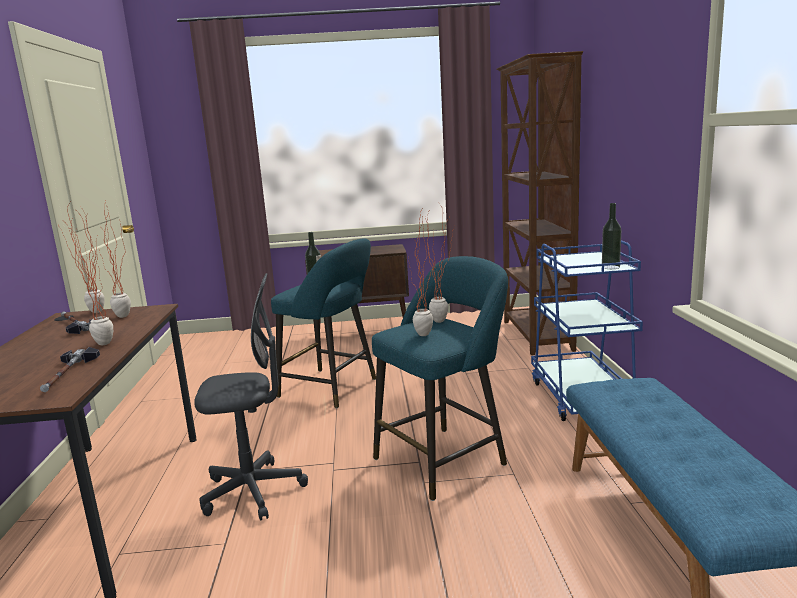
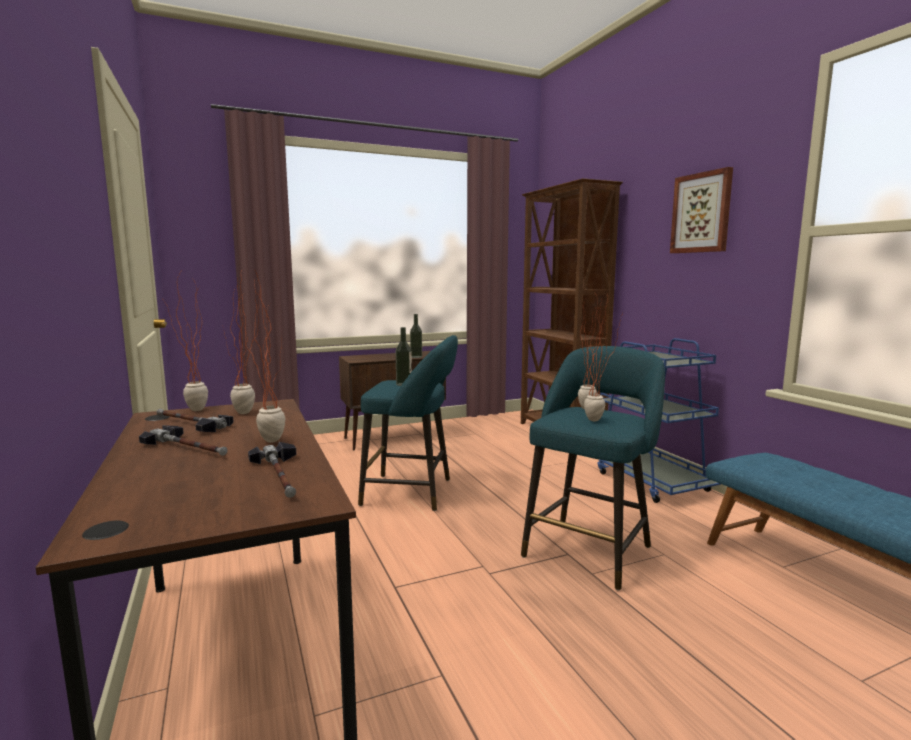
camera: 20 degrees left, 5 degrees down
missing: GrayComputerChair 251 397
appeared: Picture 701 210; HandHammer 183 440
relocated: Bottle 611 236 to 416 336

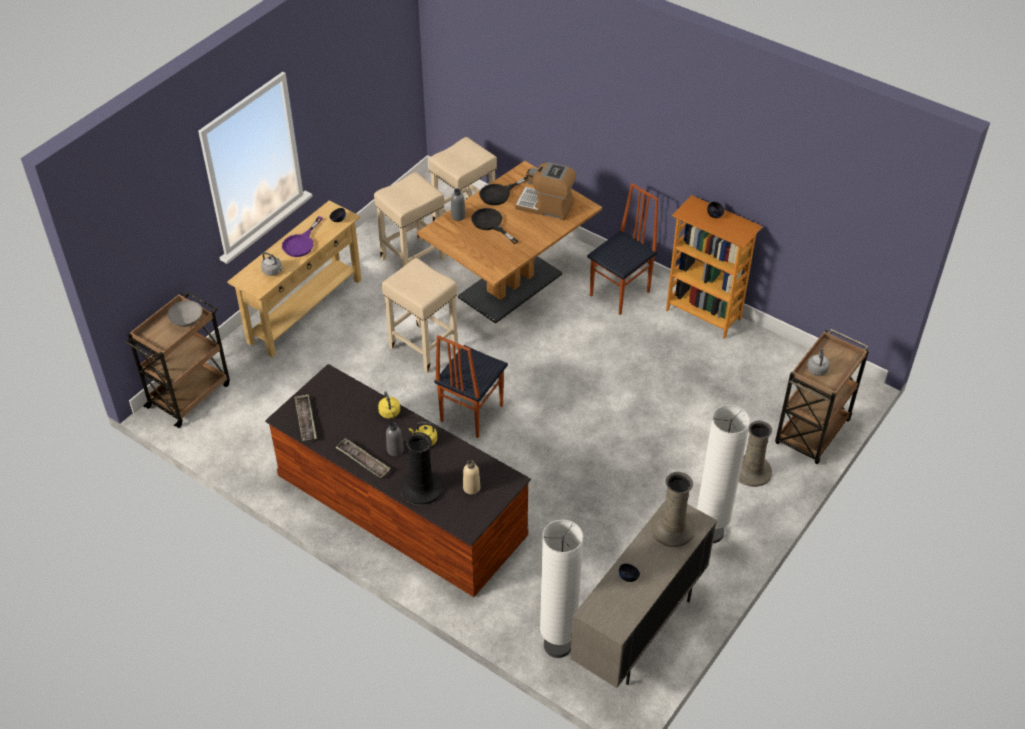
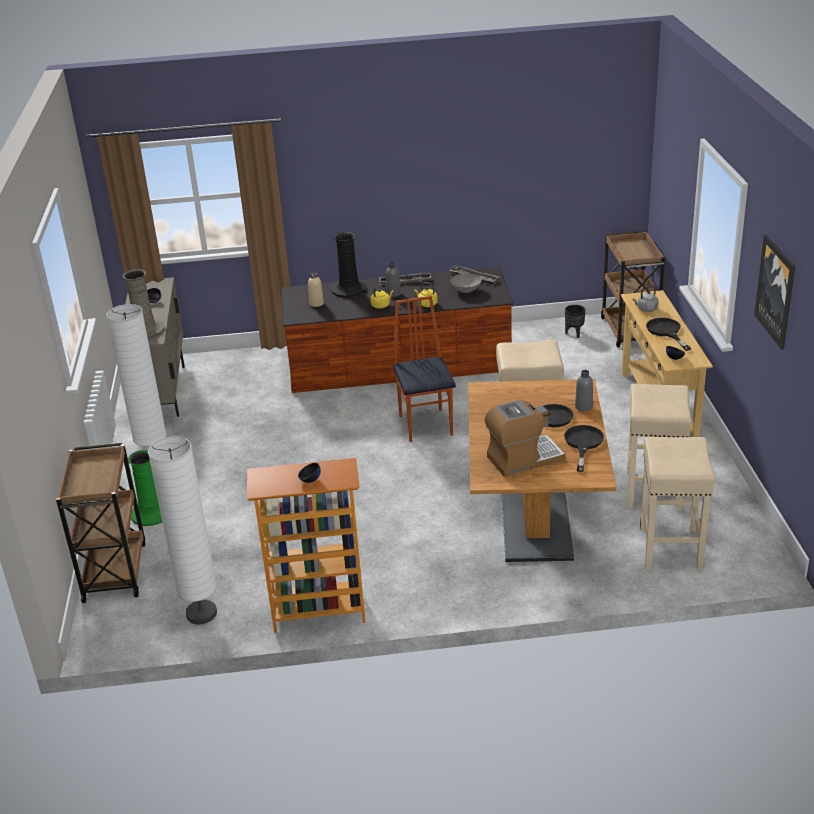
camera: 140 degrees right, 15 degrees down
missing: UprightChair 622 249; GrayWaterKettle 818 362
appeared: Picture 774 292; BlackColouredFlowerPot 575 321
relocated: GrayDeepDish 185 313 to 466 283; WhitishStandingLamp 562 589 to 182 530
colour: PurplishPan 302 236 to BlackColouredPan 668 334; BeigeVase 755 454 to GreenVase 145 488

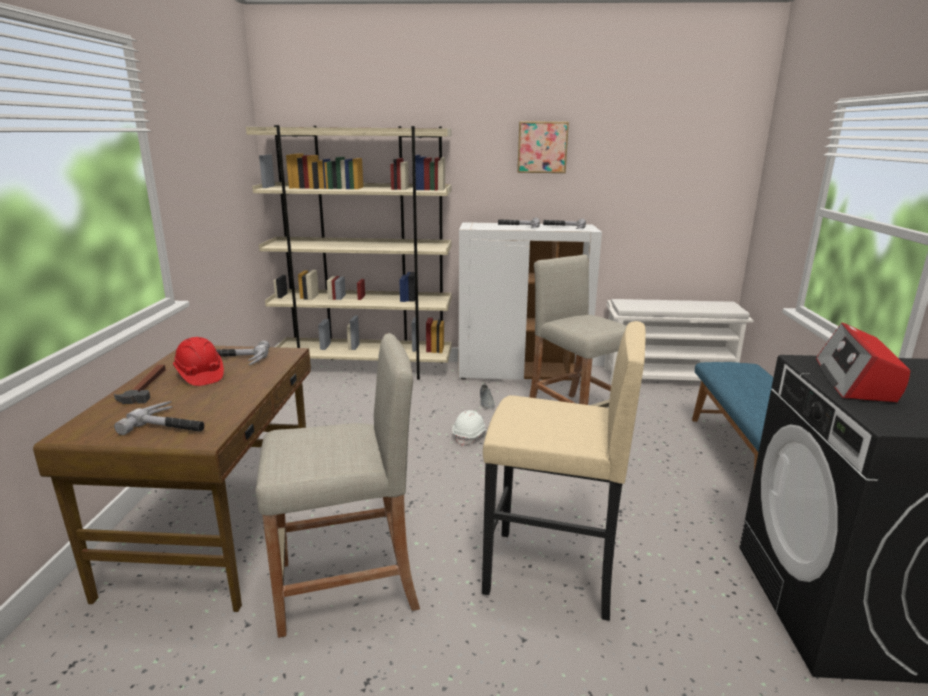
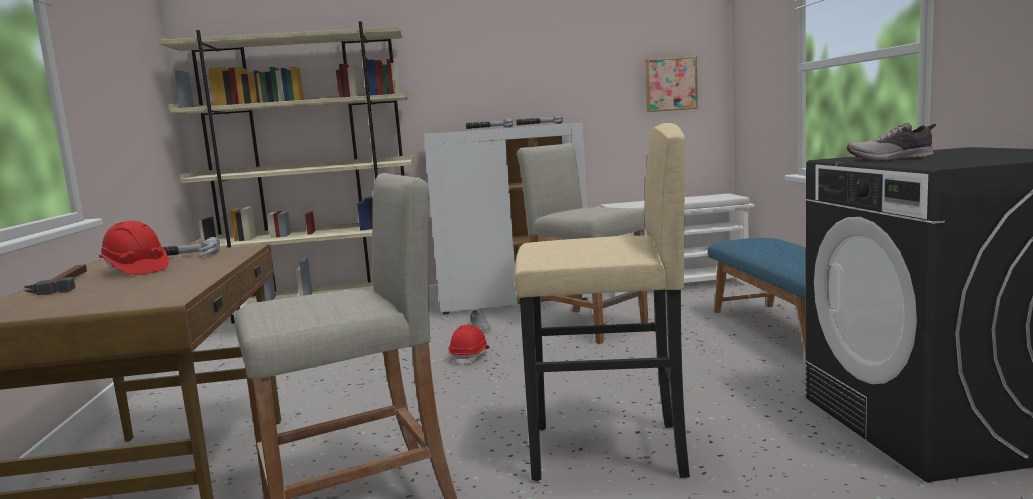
camera: 10 degrees left, 10 degrees down
missing: HandHammer 159 418
relocated: Picture 543 147 to 671 84
exchanged: RadioSet 863 362 to LowShoe 891 142
colour: WhitishSafetyHelmet 469 428 to RedSafetyHelmet 469 345

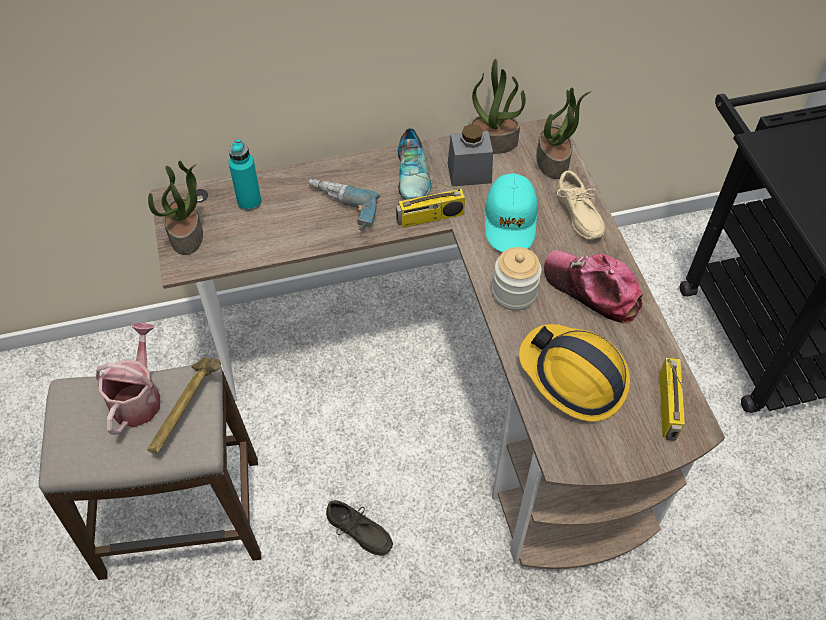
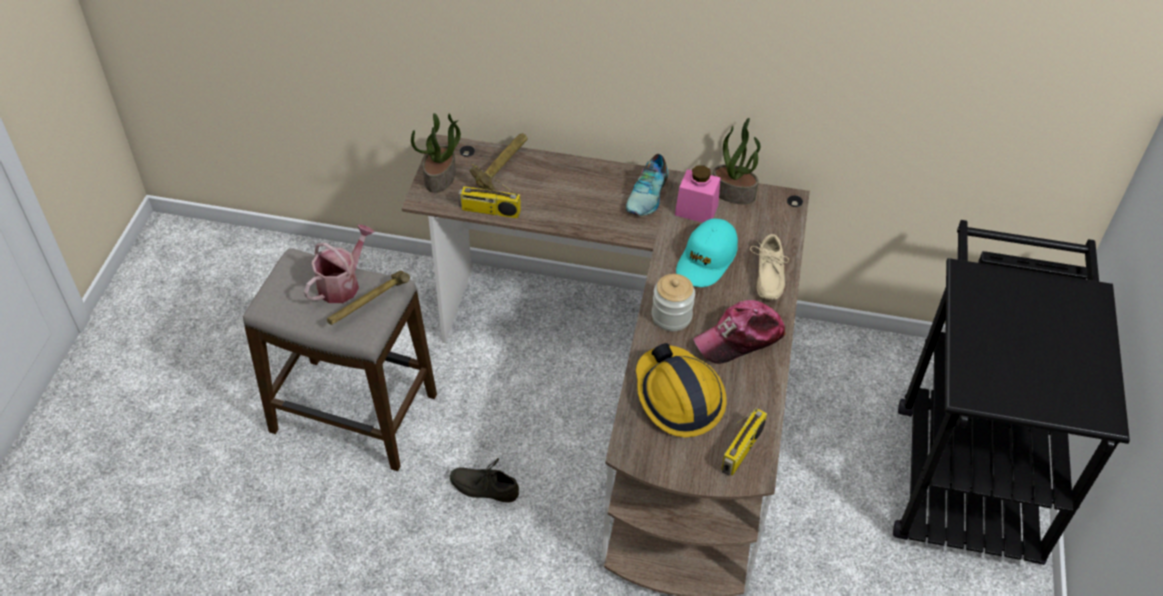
camera: 25 degrees right, 5 degrees down
missing: PlantInAPot 563 133; Drill 343 205
relocated: RadioSet 430 200 to 489 190
exchanged: TurquoiseColouredBottle 245 175 to HandHammer 499 162
colour: GrayStorageJar 470 155 to PinkishStorageJar 698 194
spun: Cap 593 287 = 739 332 90 degrees counterclockwise; GrayLowShoe 359 528 = 484 480 135 degrees clockwise

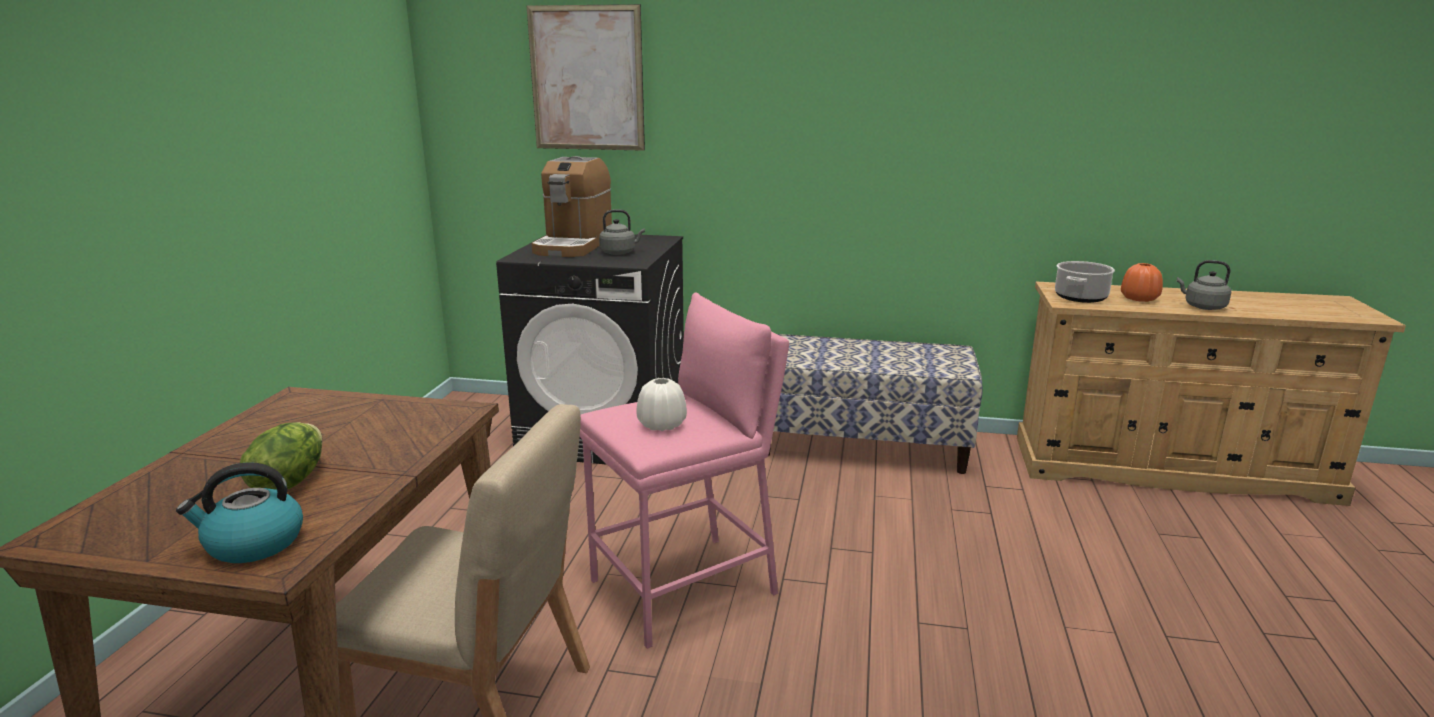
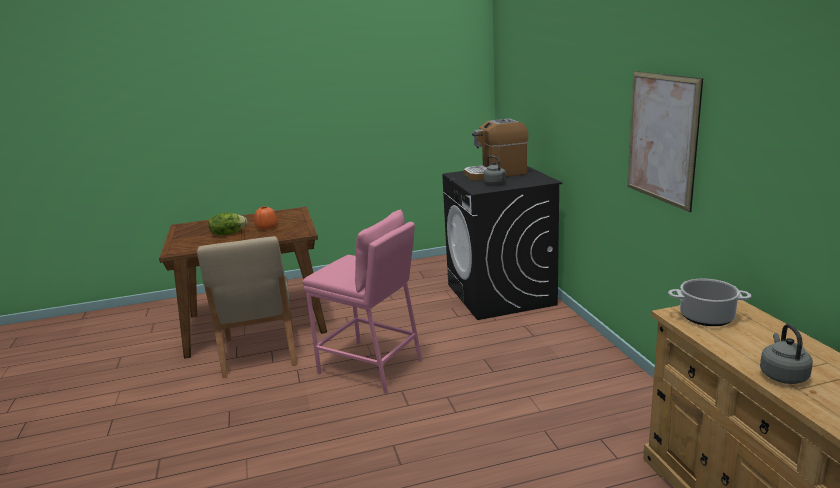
camera: 65 degrees right, 0 degrees up
missing: IndoorBench 875 404; WhitishVase 661 404; WaterKettle 239 512
relocated: Picture 586 77 to 665 141; OrangeVase 1142 282 to 265 218

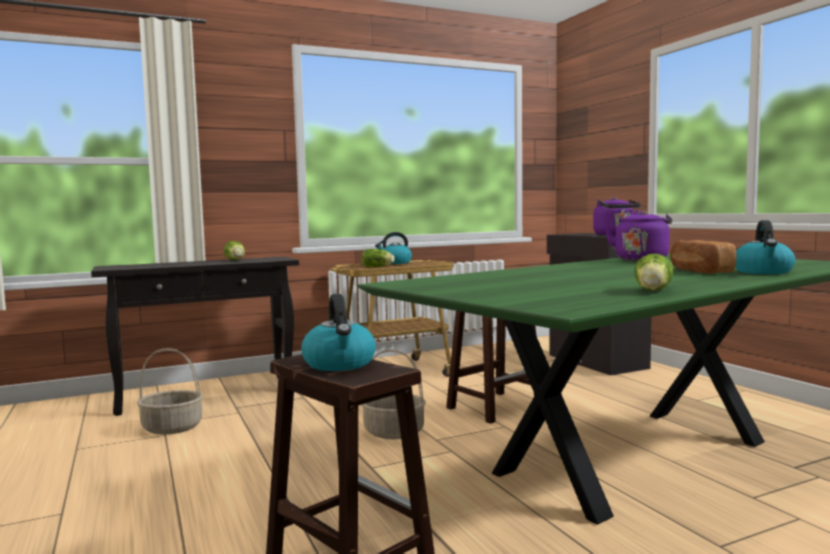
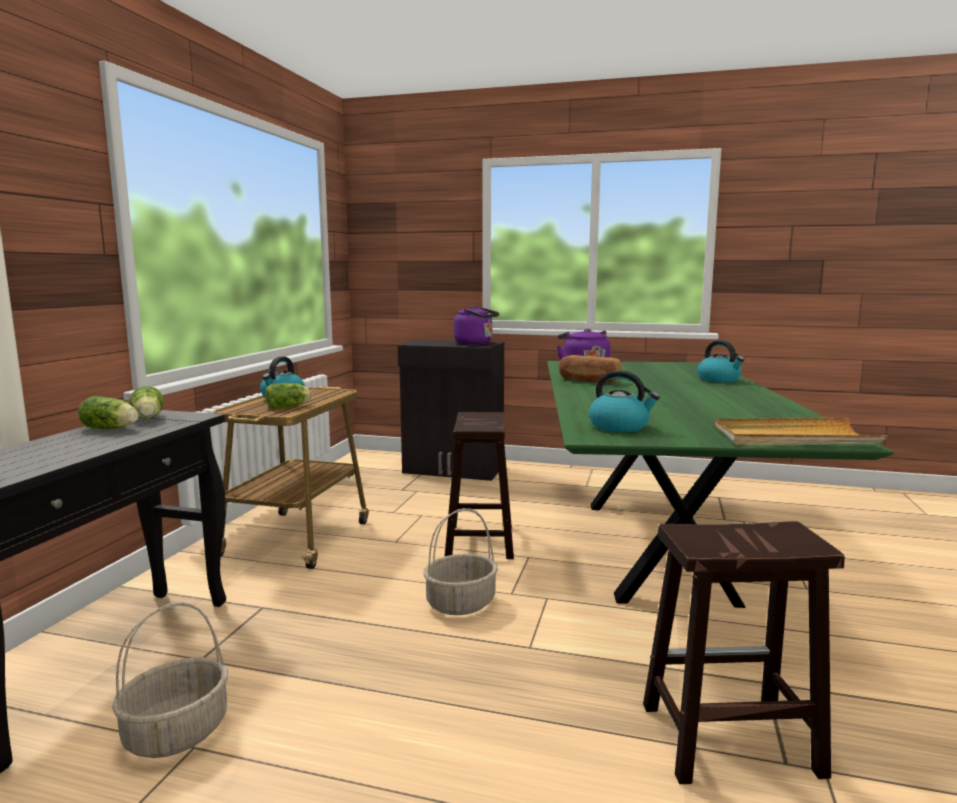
camera: 50 degrees left, 5 degrees up
appeared: BeigeCarryingTray 801 432
relocated: BakedBread 703 257 to 590 369; Lettuce 653 272 to 146 402; WaterKettle 338 332 to 624 401

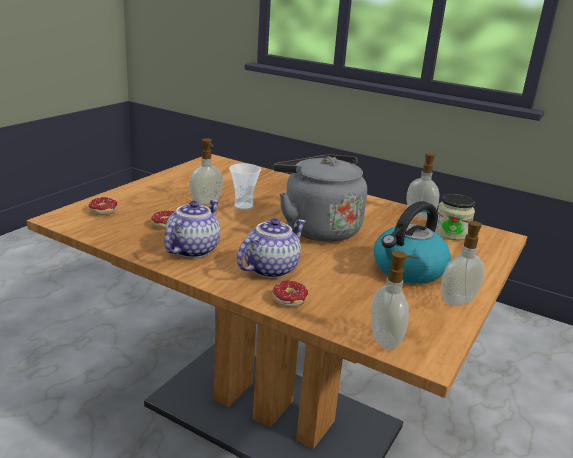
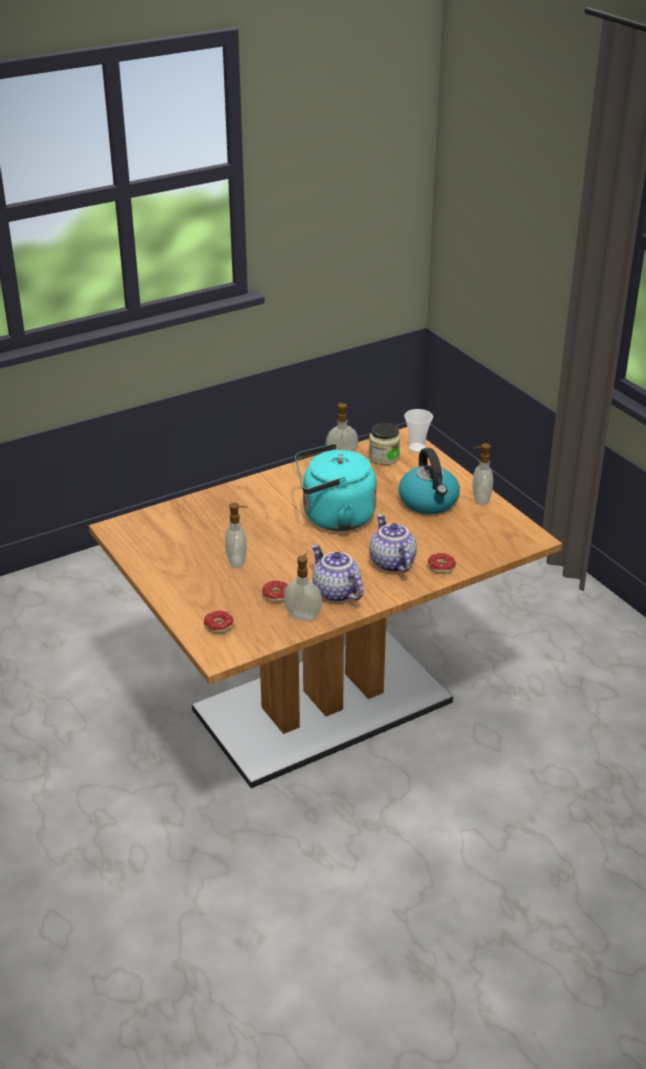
camera: 60 degrees left, 10 degrees up
relocated: DrinkingCup 245 186 to 418 430; LiquidSoapBottle 394 300 to 302 587
colour: GrayWaterKettle 320 198 to TurquoiseColouredWaterKettle 336 487

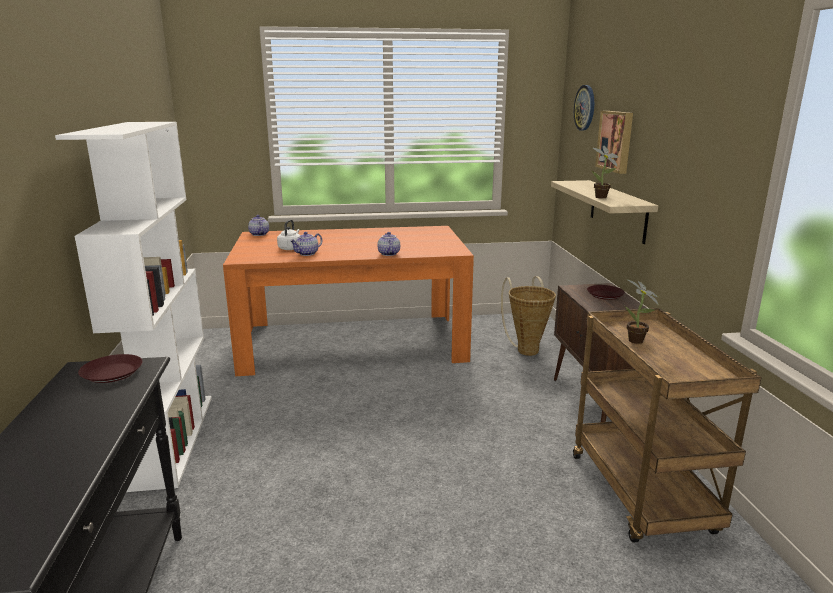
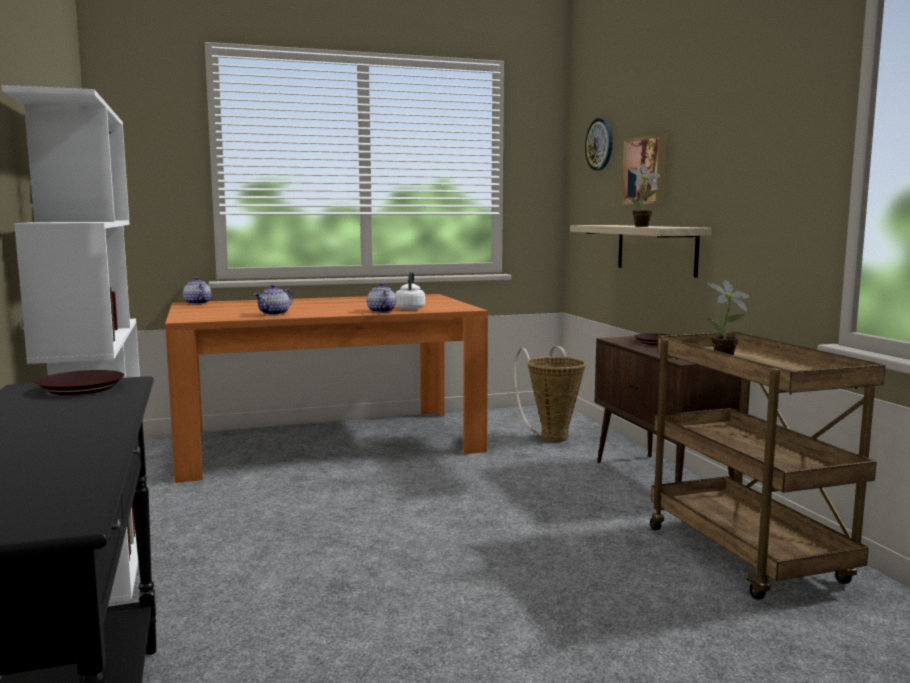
camera: 10 degrees left, 10 degrees down
relocated: WhitishWaterKettle 288 235 to 410 290

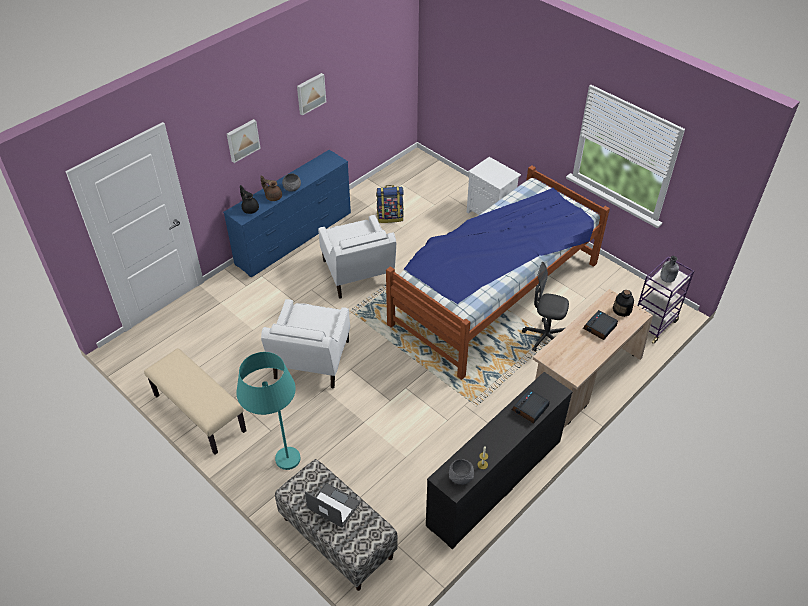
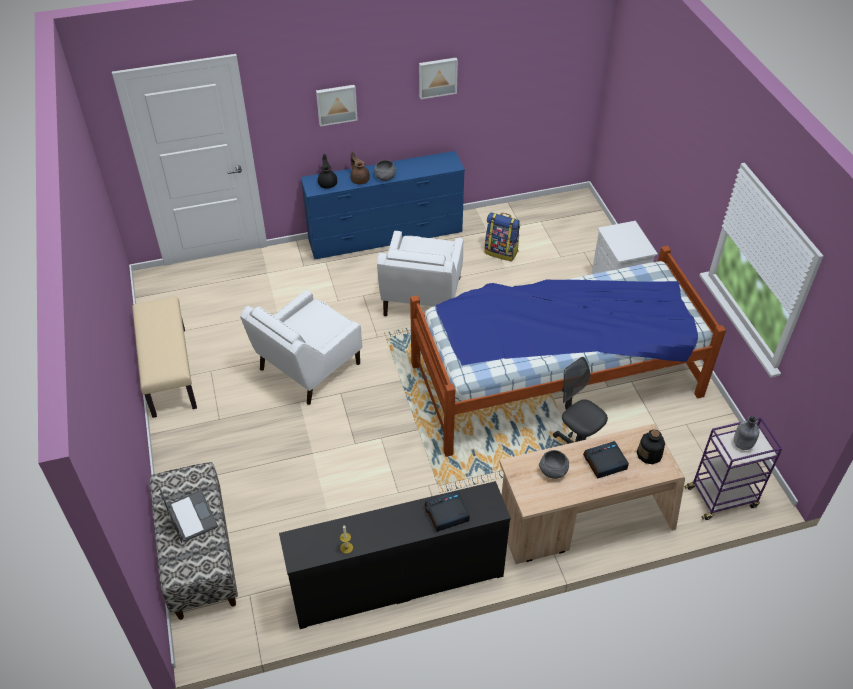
camera: 30 degrees right, 0 degrees up
missing: TurquoiseColouredStandingLamp 268 411
relocated: GrayDeepDish 461 472 to 554 464

